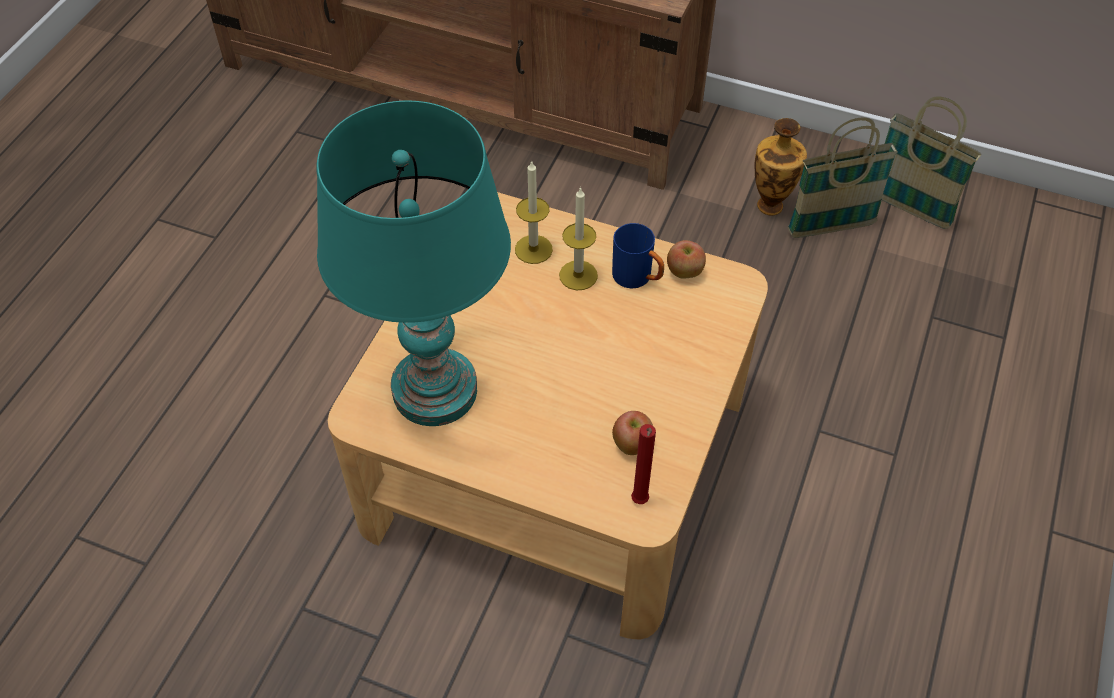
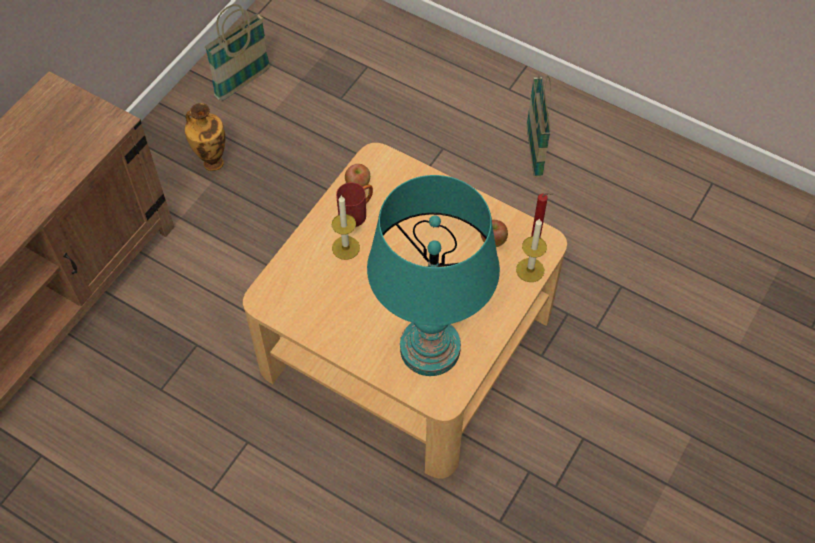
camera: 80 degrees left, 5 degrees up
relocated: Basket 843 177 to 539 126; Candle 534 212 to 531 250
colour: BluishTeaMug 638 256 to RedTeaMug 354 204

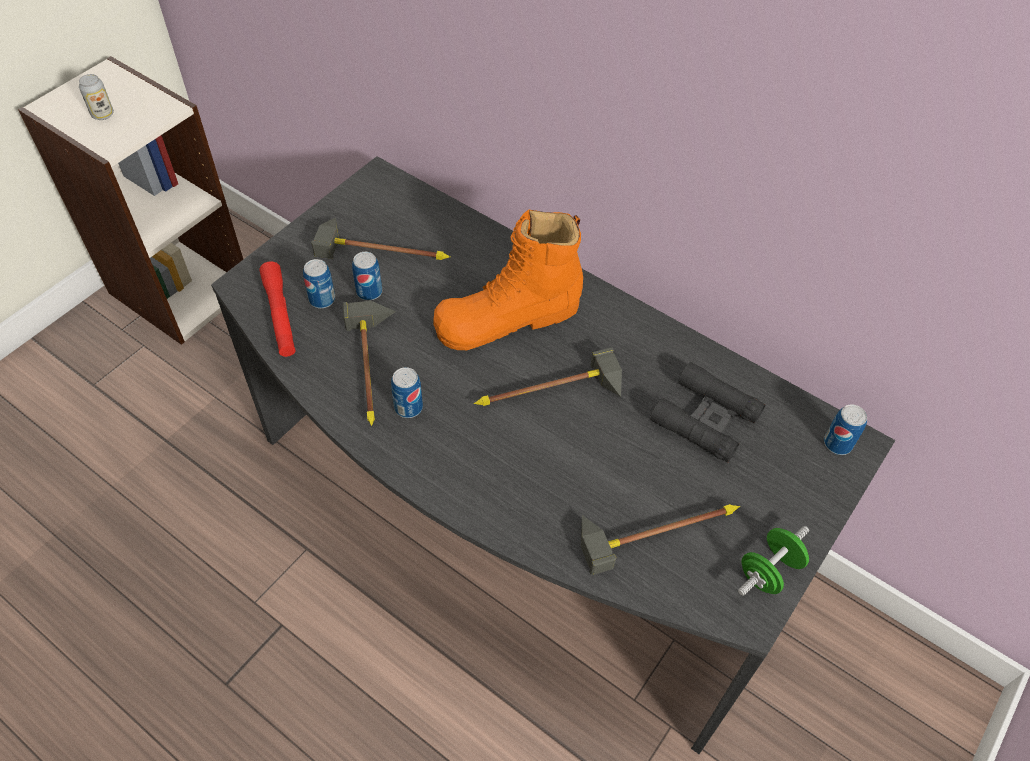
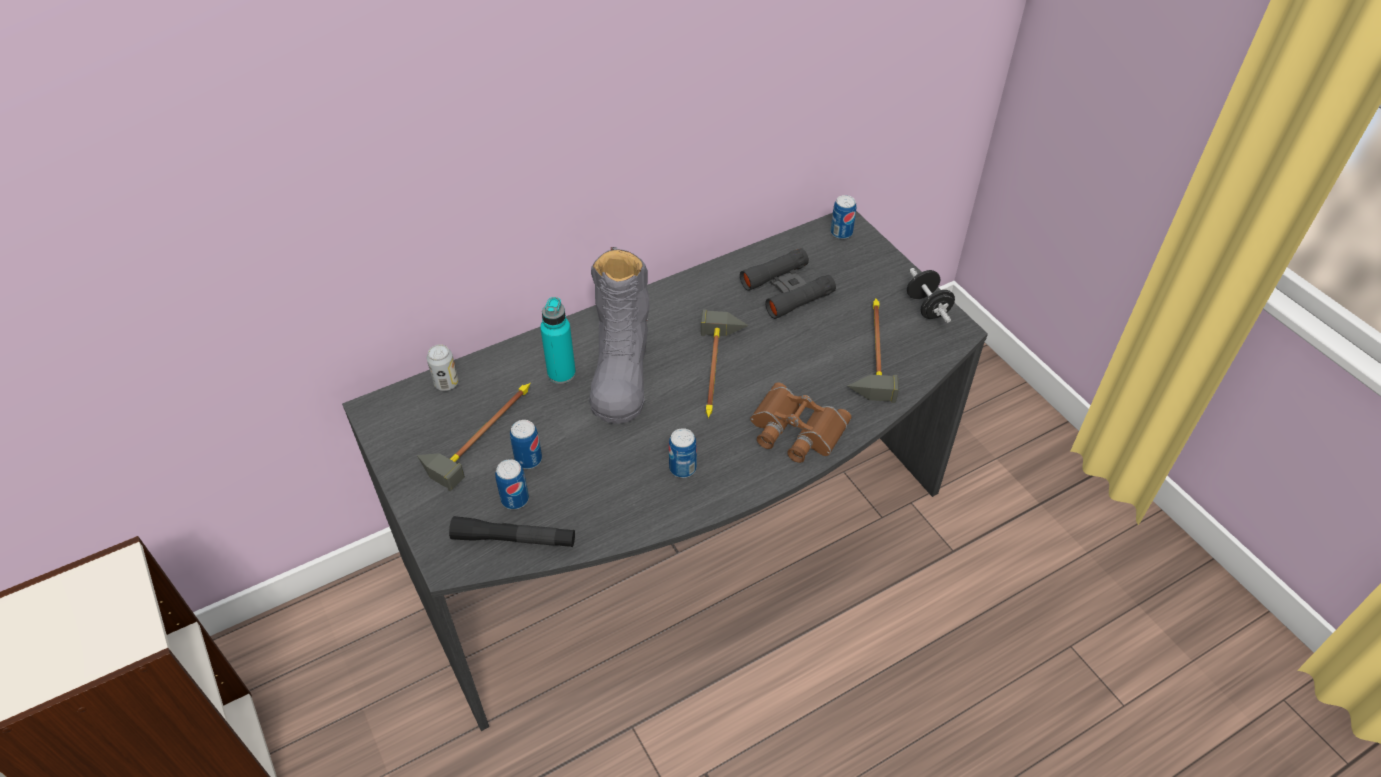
camera: 65 degrees left, 5 degrees down
missing: HandHammer 369 363
appeared: TurquoiseColouredBottle 558 340; BrownColouredBinoculars 800 422
relocated: SealedCan 96 97 to 443 367
colour: OrangeHighTopBoot 508 279 to GrayHighTopBoot 619 335; RedFlashlight 277 309 to BlackColouredFlashlight 512 531; GreenDumbbell 773 561 to BlackColouredDumbbell 931 295

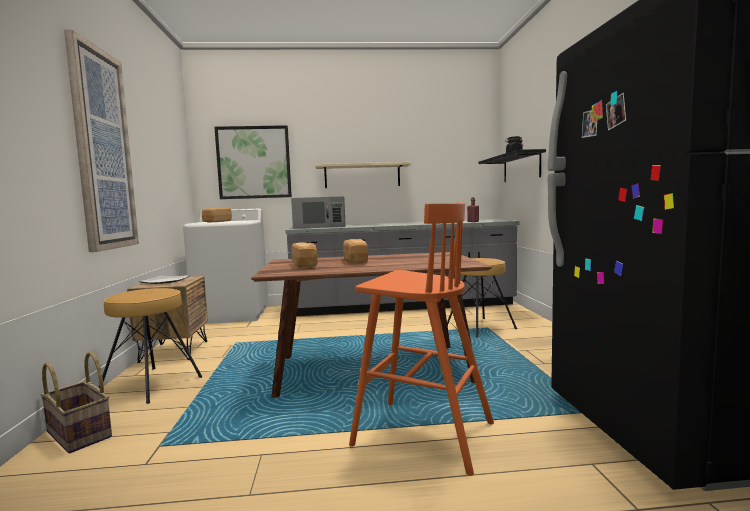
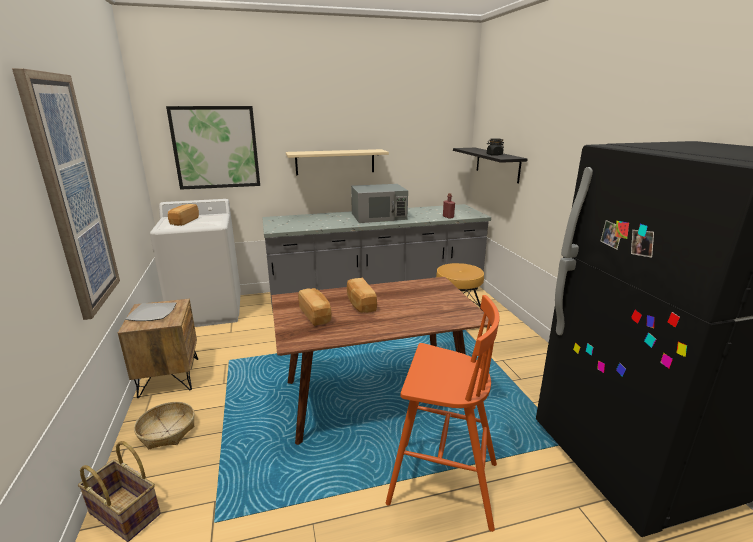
camera: 10 degrees left, 15 degrees up
relocated: GrayMicrowave 318 212 to 379 203
exchanged: BrownColouredStool 150 346 to Basket 164 425

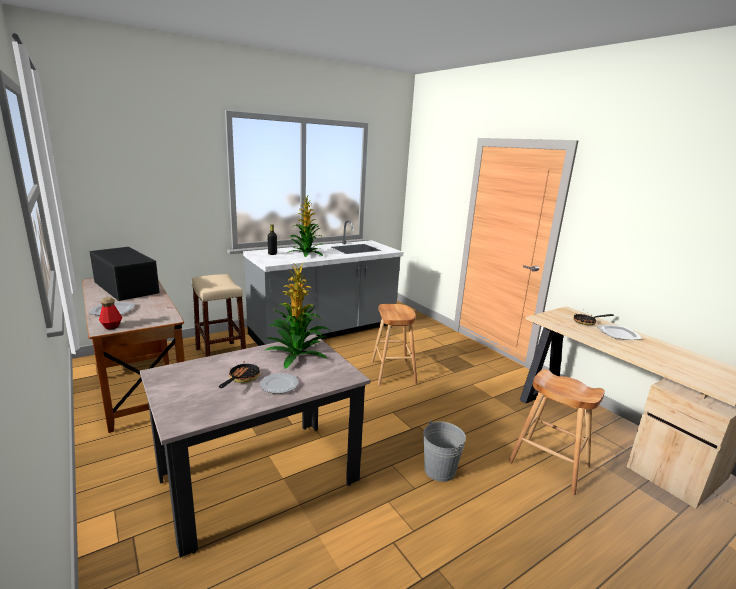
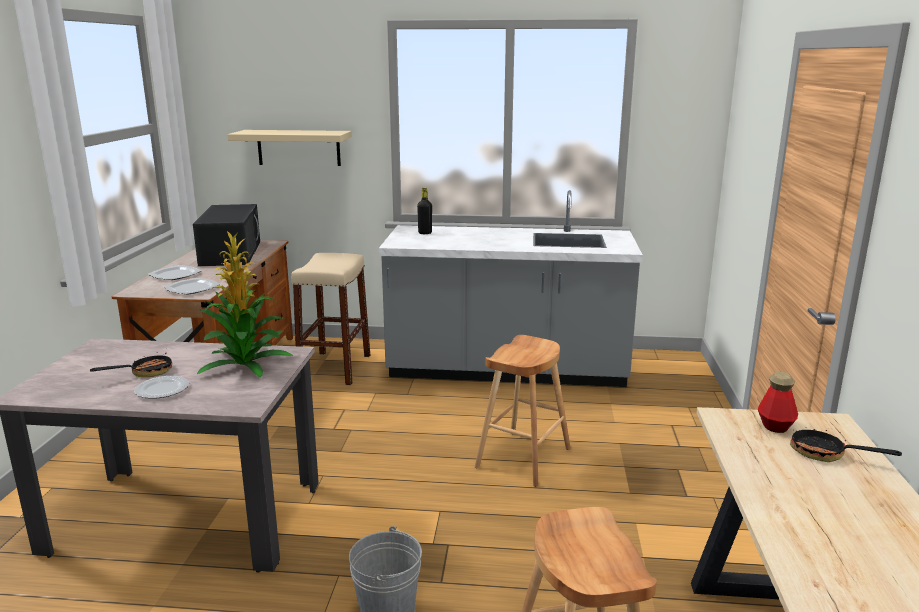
camera: 40 degrees right, 0 degrees up
missing: PlantInAPot 305 226
appeared: BeigeWallShelf 289 148
relocated: Bottle 110 313 to 778 402; DinnerPlate 619 332 to 192 286

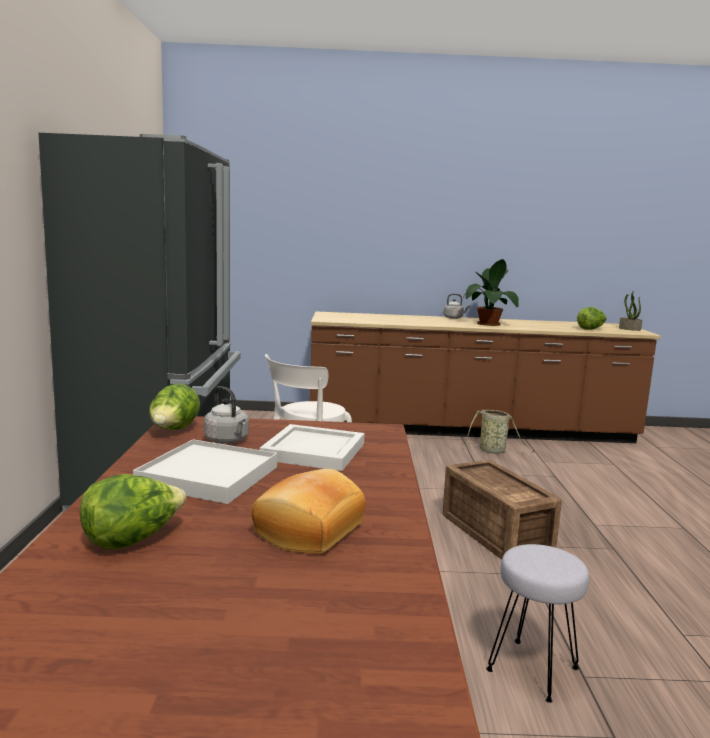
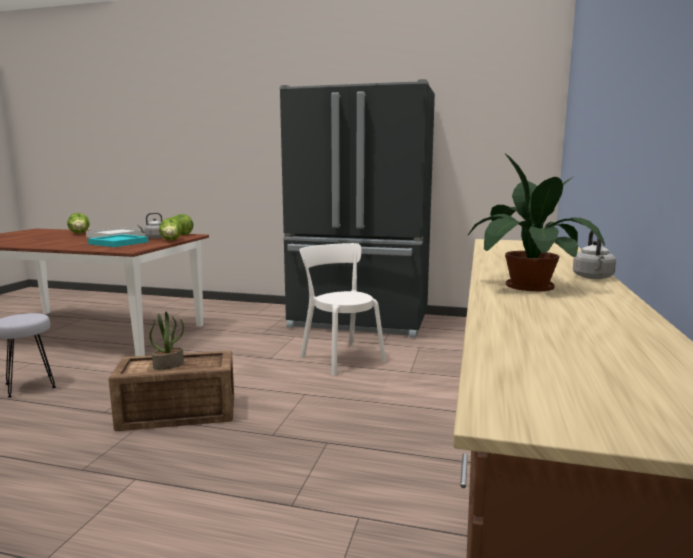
camera: 105 degrees right, 0 degrees up
missing: Basket 499 432; BakedBread 308 511
relocated: PlantInAPot 630 310 to 166 341; Lettuce 592 318 to 170 229
colour: WhitishCarryingTray 312 447 to TurquoiseColouredCarryingTray 118 240

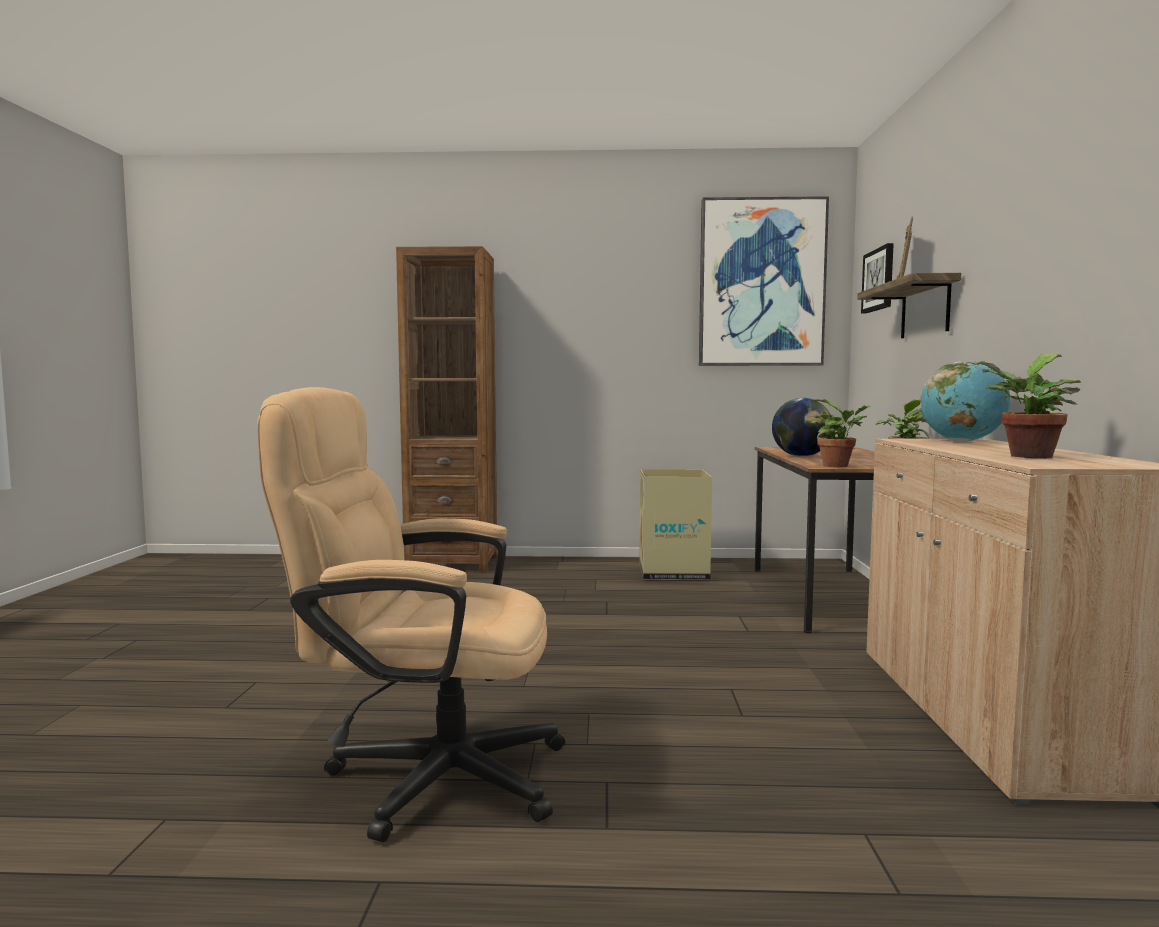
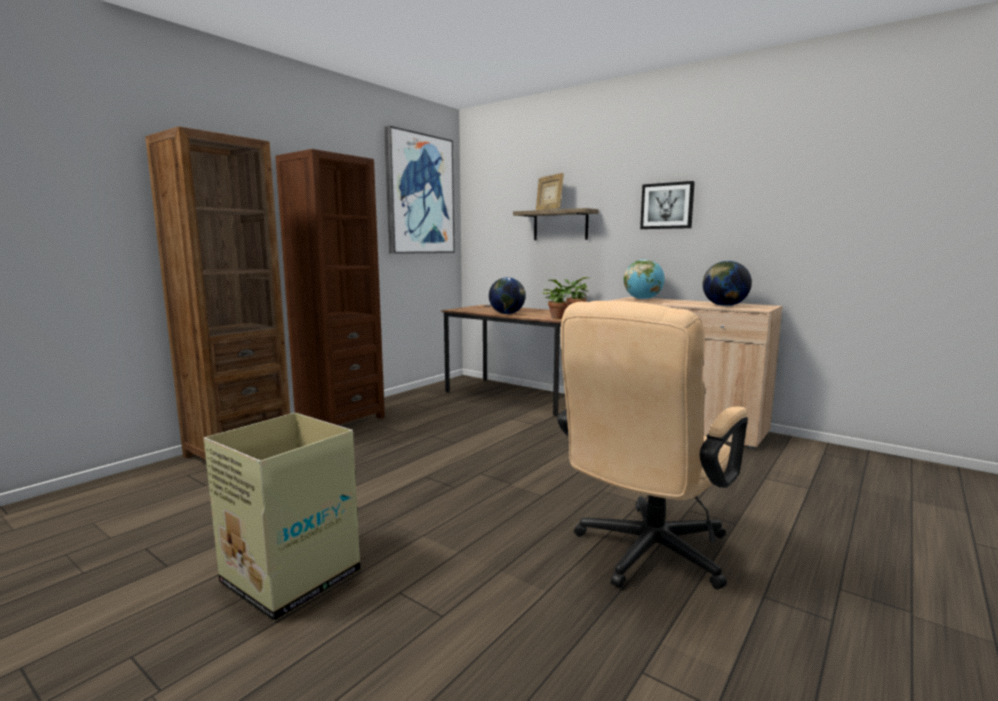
camera: 55 degrees left, 5 degrees up
appeared: BrownColouredBookshelf 330 287
relocated: Picture 877 278 to 667 205; Carton 675 524 to 282 517
exchanged: PlantInAPot 1027 406 to WorldGlobe 727 283

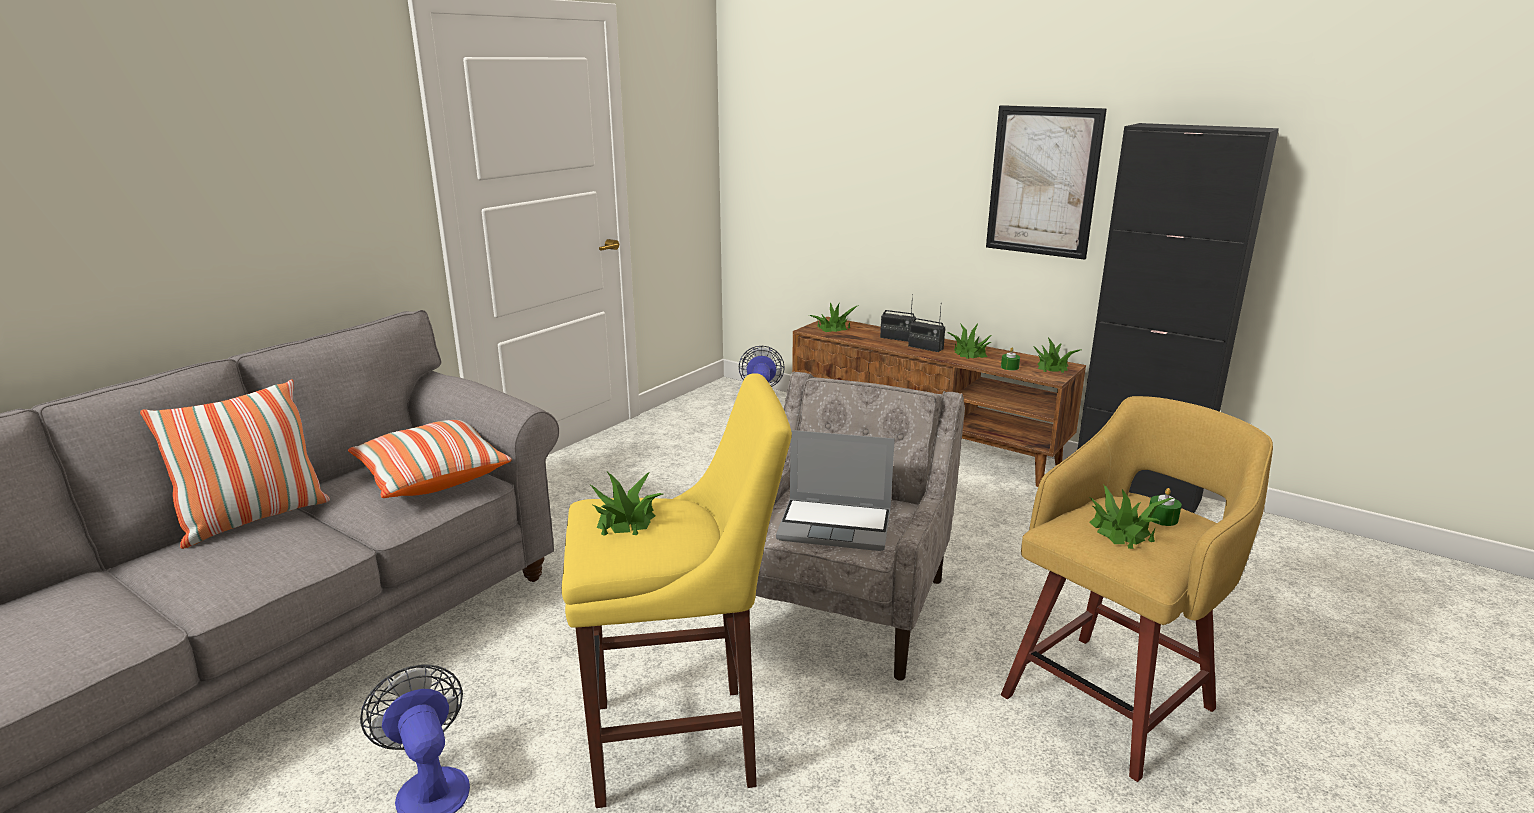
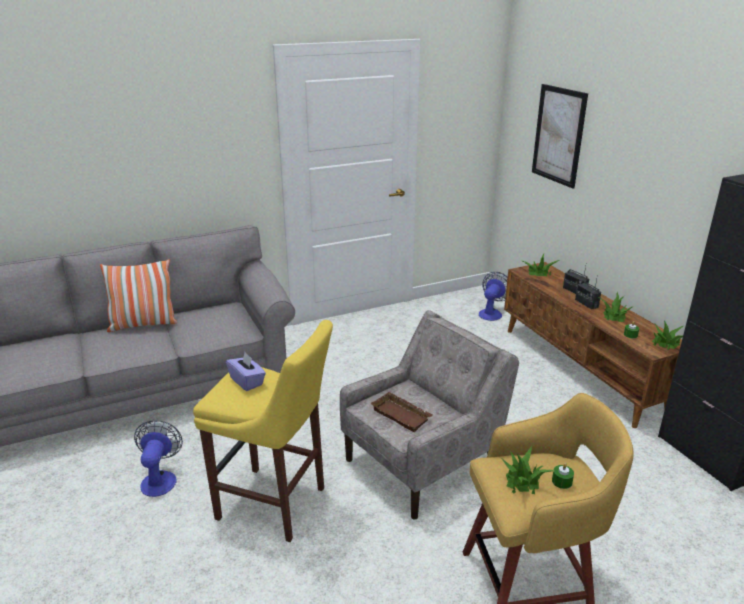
camera: 30 degrees right, 5 degrees up
missing: Pillow 429 459
relocated: Picture 1046 182 to 560 136
exchanged: Laptop 835 490 to BrownColouredCarryingTray 401 412; PlantInAPot 626 504 to PurplishBoxOfTissues 246 371

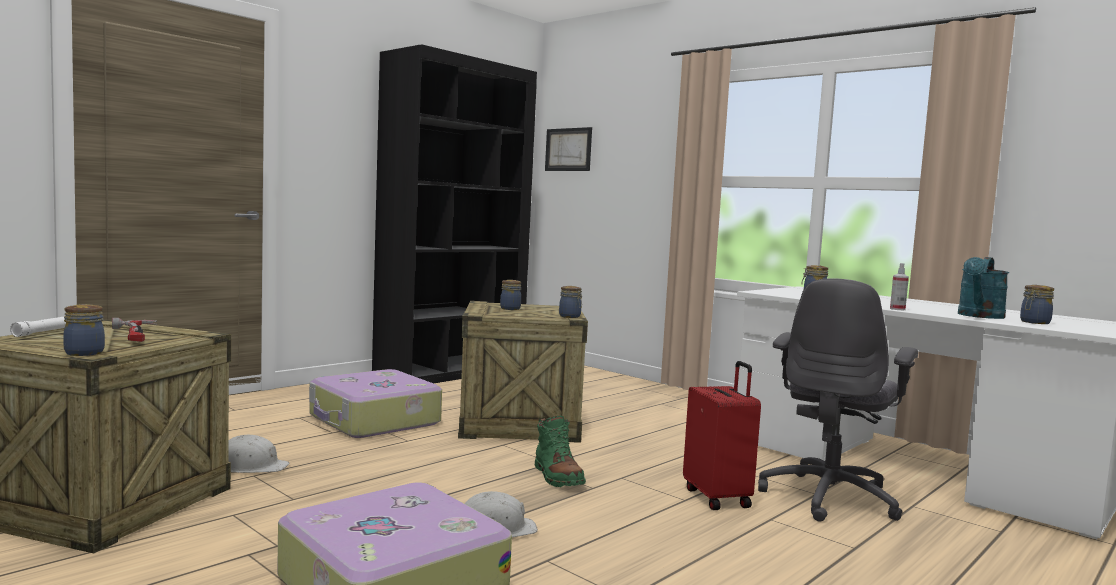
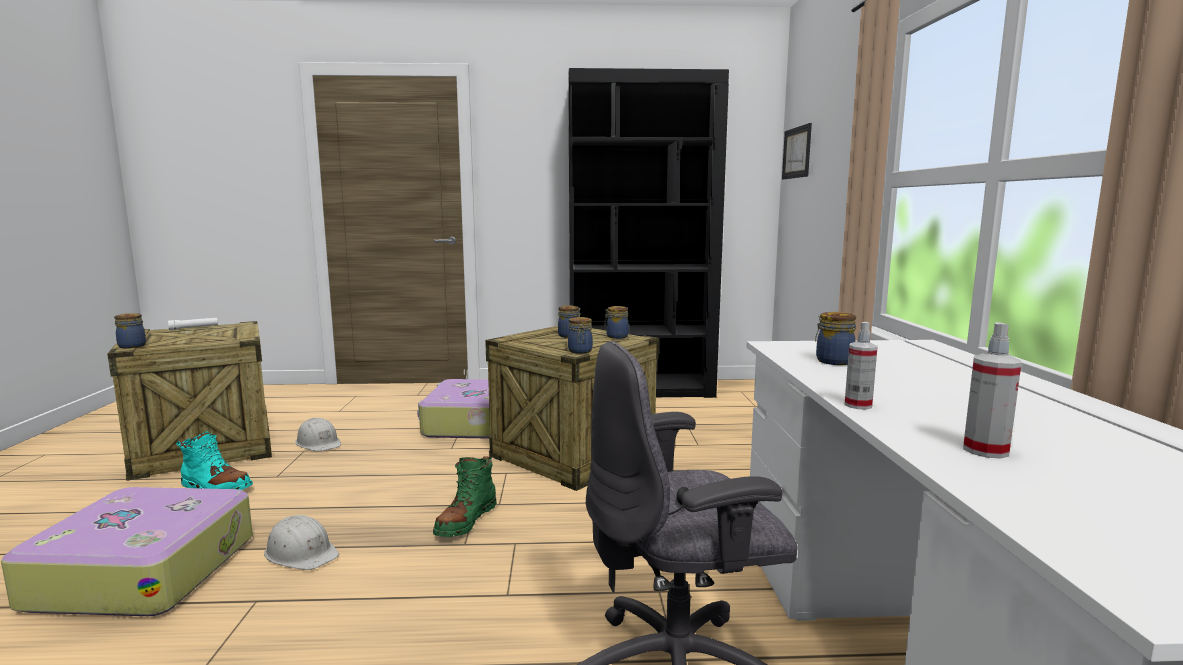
camera: 45 degrees right, 5 degrees up
missing: HandHammer 134 330; RedPieceOfLuggage 722 435
appeared: TurquoiseColouredHighTopBoot 214 460
relocated: StorageJar 1037 304 to 616 322
exchanged: TurquoiseColouredWateringPot 983 288 to Sprayer 992 390

